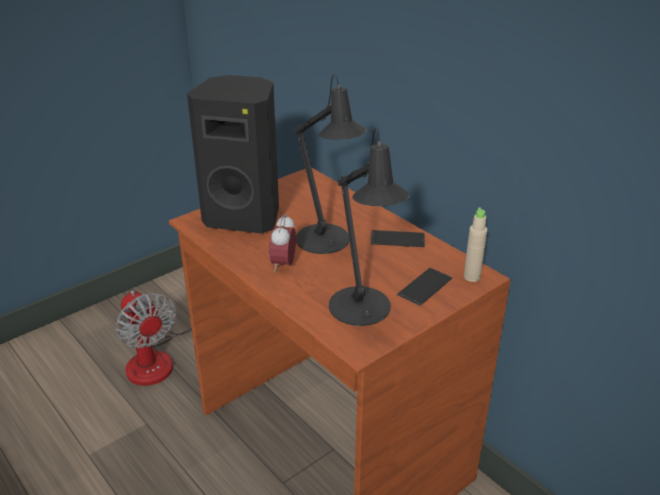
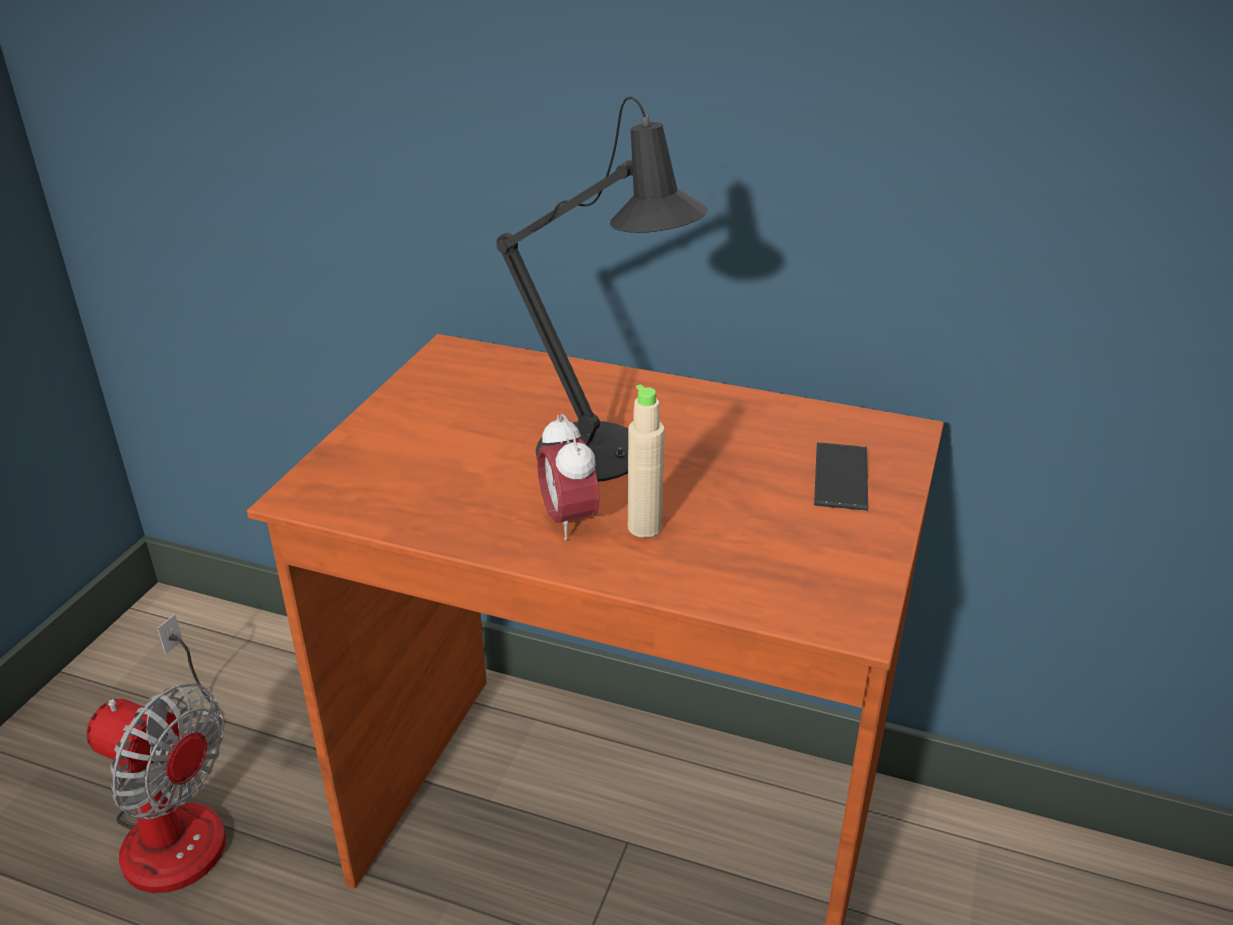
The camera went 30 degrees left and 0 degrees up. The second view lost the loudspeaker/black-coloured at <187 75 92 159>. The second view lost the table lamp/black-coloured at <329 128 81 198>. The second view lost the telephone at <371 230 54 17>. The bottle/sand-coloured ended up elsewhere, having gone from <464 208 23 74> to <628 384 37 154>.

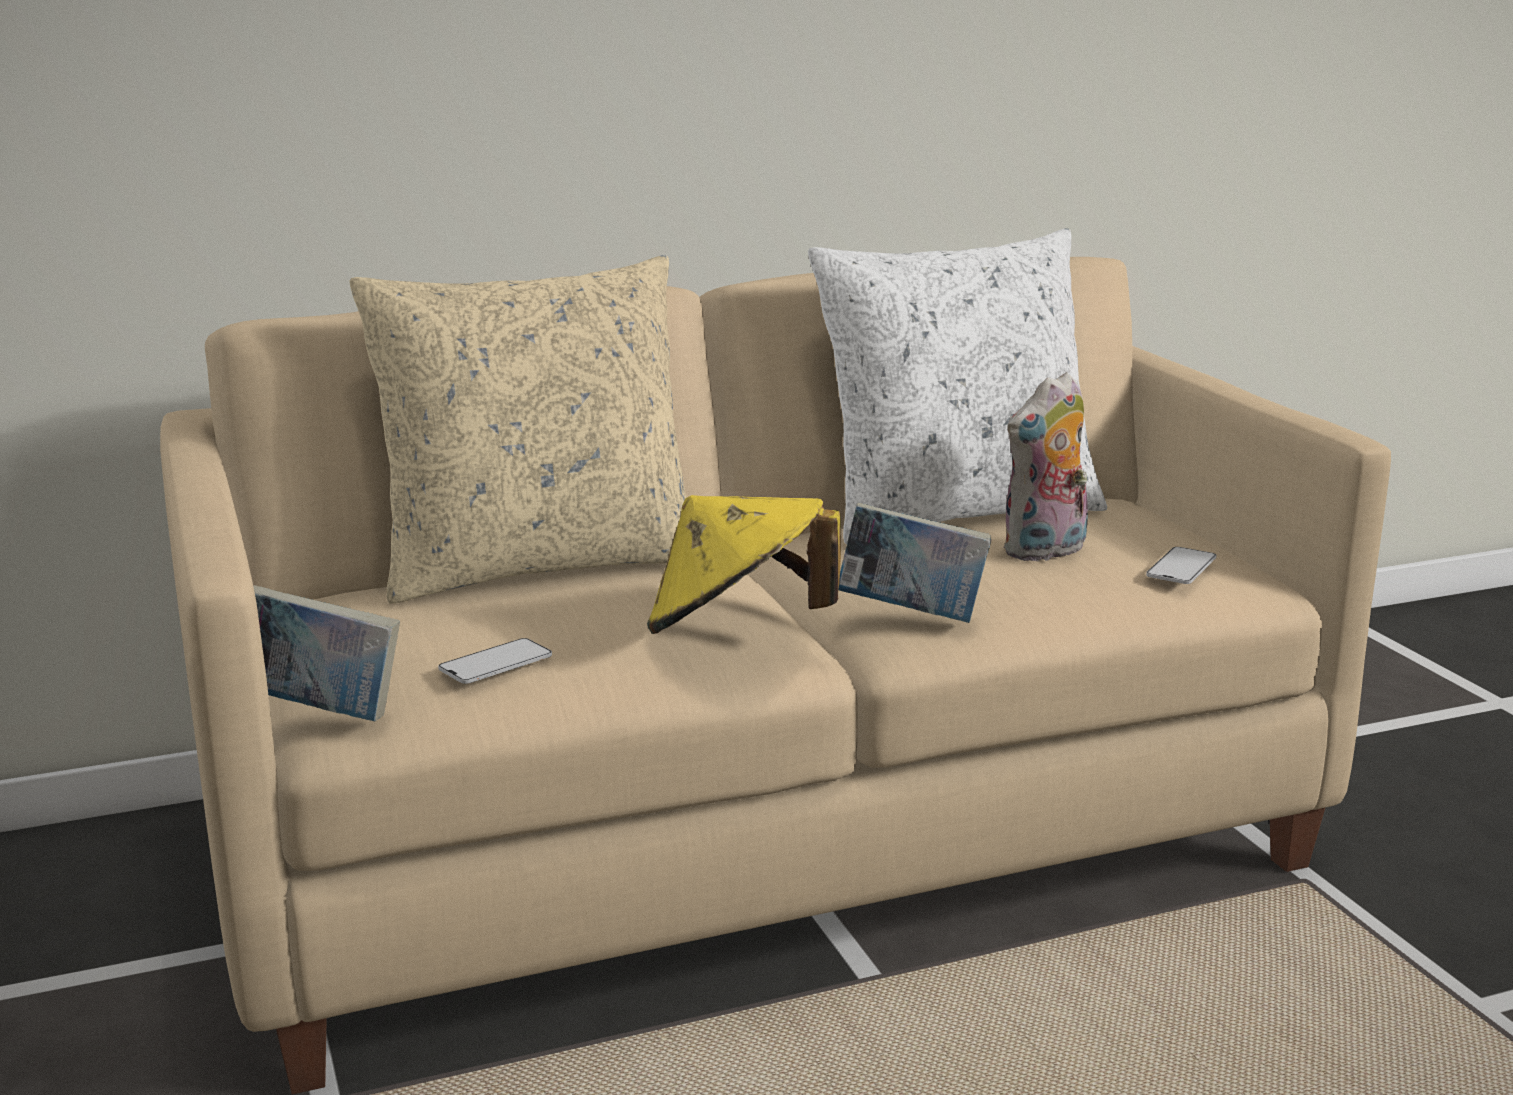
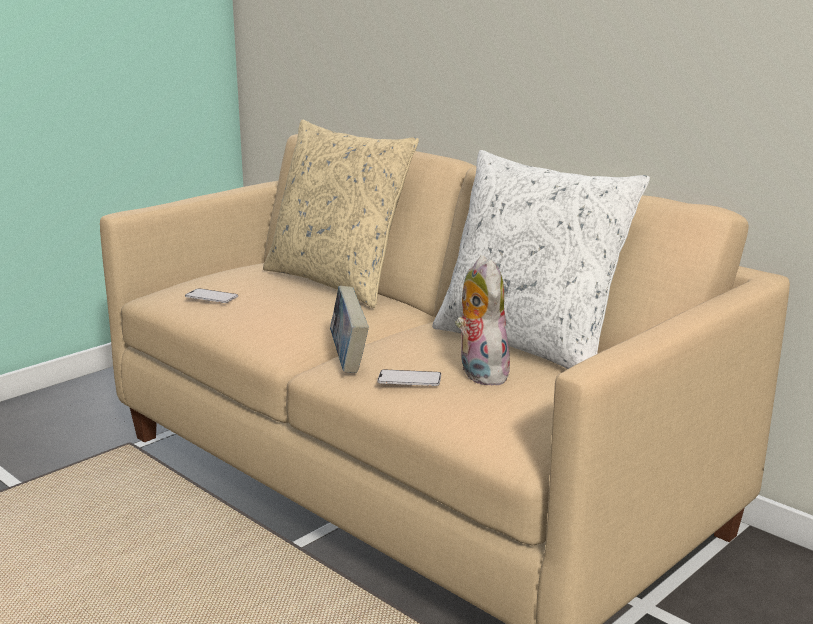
The camera went 65 degrees right and 0 degrees up. The second view lost the bound book at <253 585 147 136>. The second view lost the wearable hat/yellow-coloured at <647 495 194 139>. The telephone ended up elsewhere, having gone from <1146 547 70 37> to <377 370 64 16>. The cuddly toy at <1003 372 85 189> ended up facing another way, 45 degrees clockwise from before.

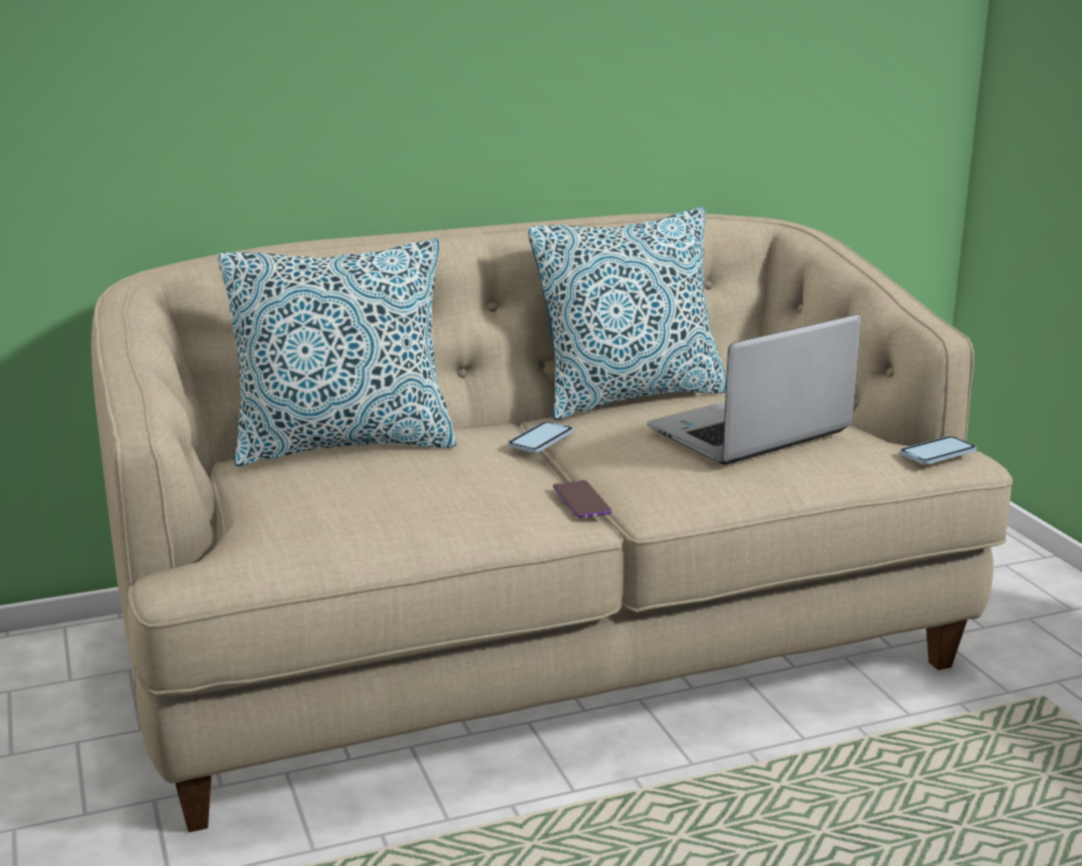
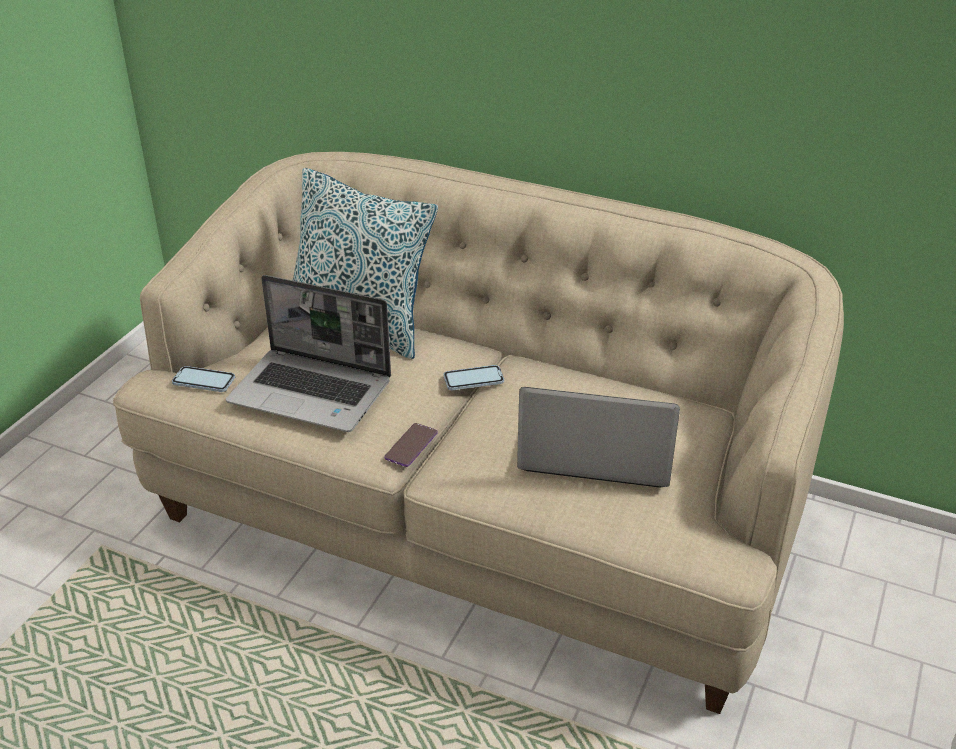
The camera went 45 degrees right and 15 degrees up. The second view lost the throw pillow at <528 207 199 213>. The second view gained the portable computer at <226 275 165 157>. The telephone ended up elsewhere, having gone from <900 436 77 28> to <172 366 63 26>.

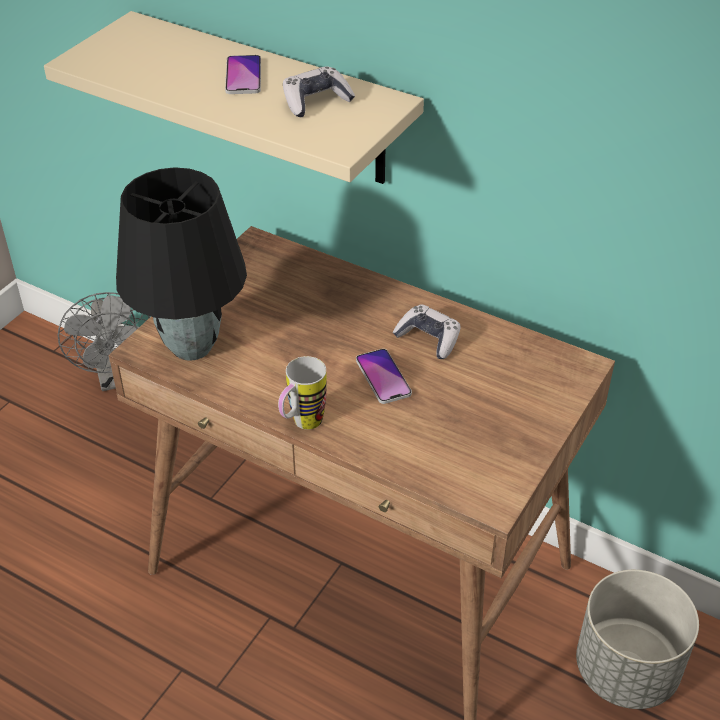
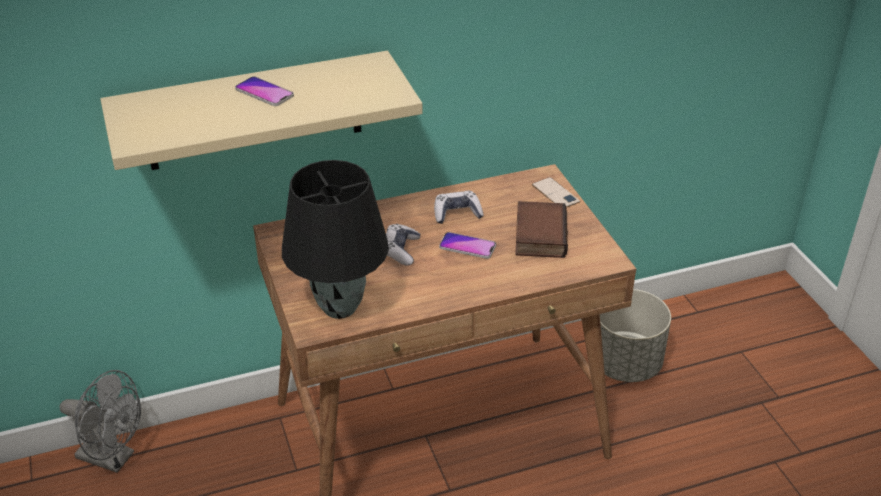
The camera went 50 degrees left and 5 degrees down. The second view lost the mug at <278 356 49 74>. The second view gained the bound book at <515 201 53 57>. The second view gained the telephone at <532 177 48 31>. The gamepad ended up elsewhere, having gone from <283 66 72 51> to <386 224 34 42>.

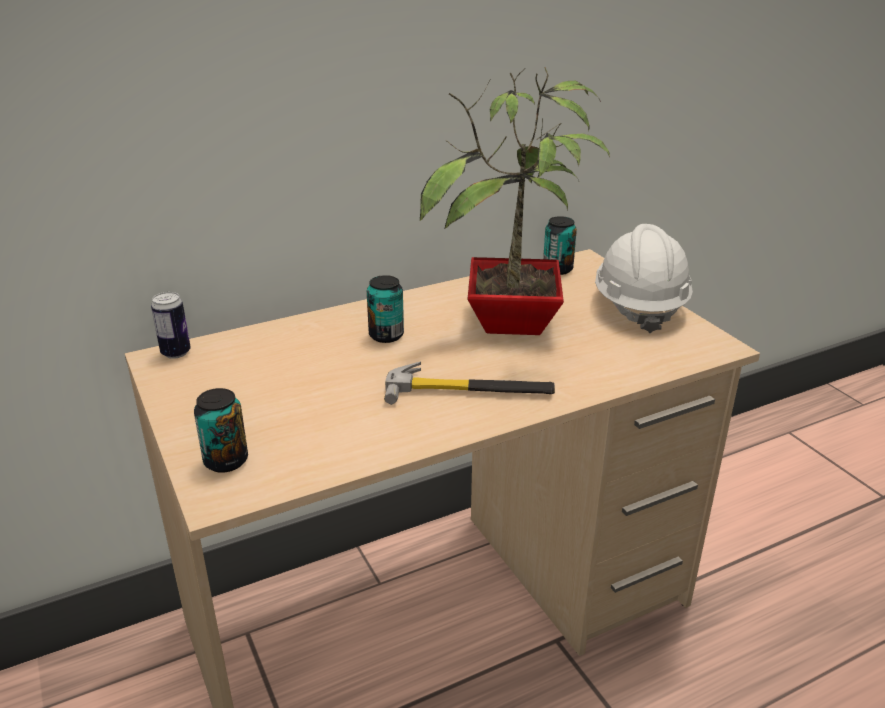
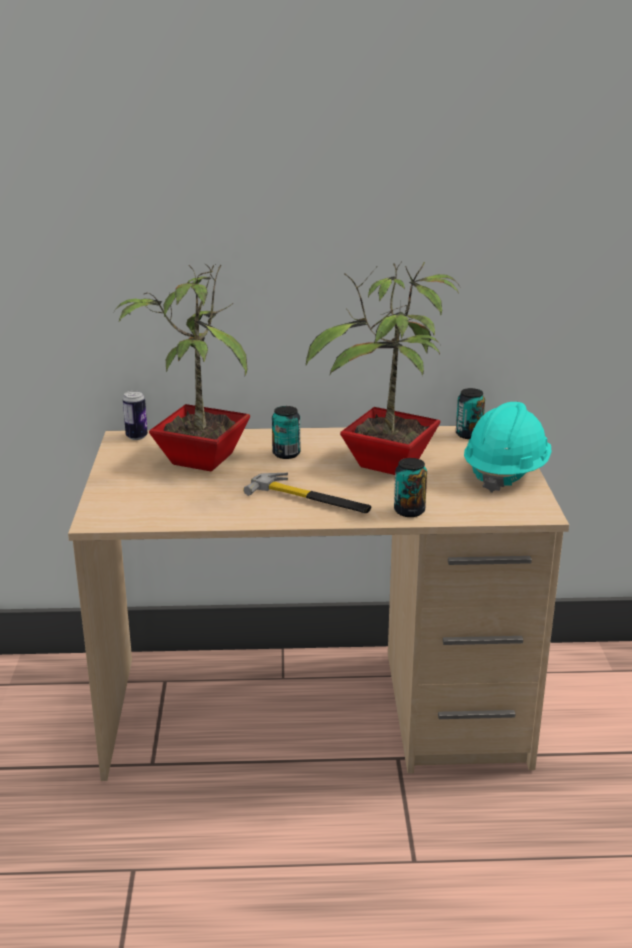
The camera went 25 degrees right and 5 degrees down. The second view gained the potted plant at <115 263 135 209>. The can ended up elsewhere, having gone from <194 388 54 85> to <394 458 33 59>. What was the safety helmet/white at <595 224 98 109> turned into the safety helmet/blue-green at <464 402 87 91>.

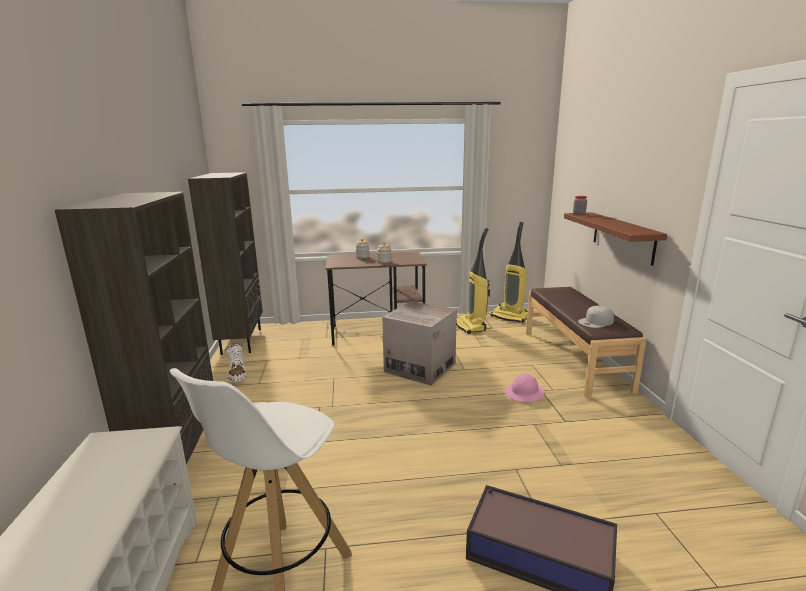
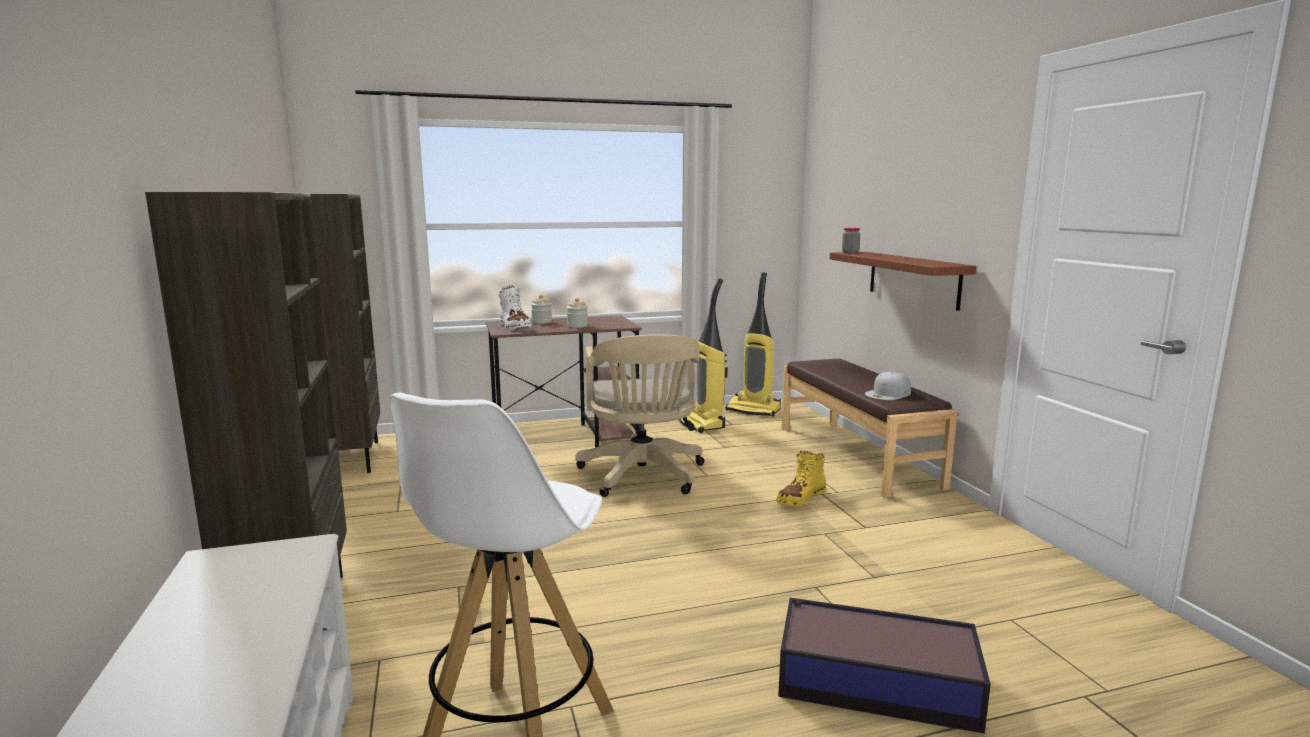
The camera went 10 degrees left and 5 degrees down. The high-top boot/white ended up elsewhere, having gone from <225 343 22 39> to <498 285 34 45>. Where the carton stood at <382 301 75 85>, the computer chair/sand-coloured came to stand at <575 334 130 163>. Where the safety helmet/pinkish stood at <505 374 40 28>, the high-top boot/yellow-coloured came to stand at <776 451 50 56>.

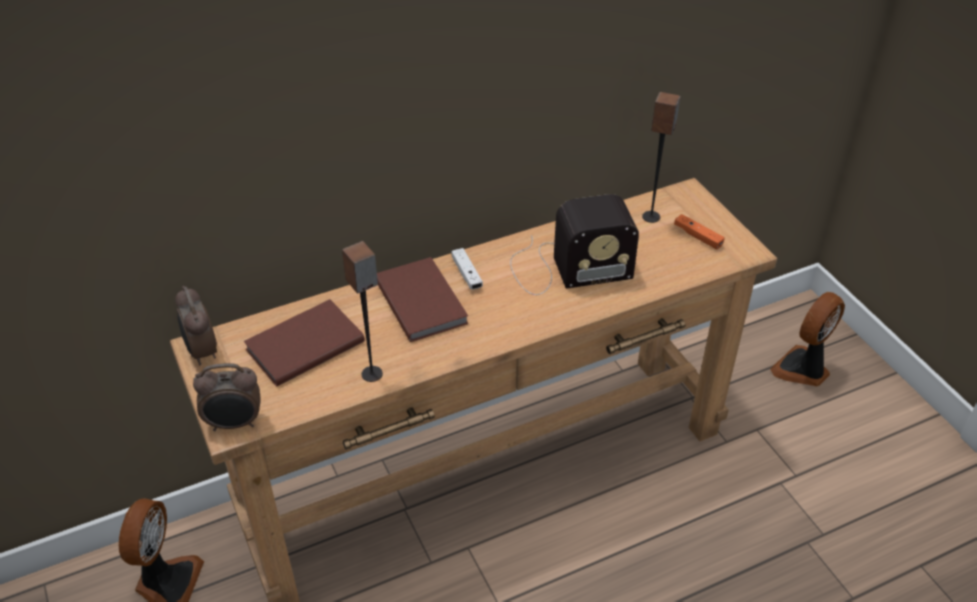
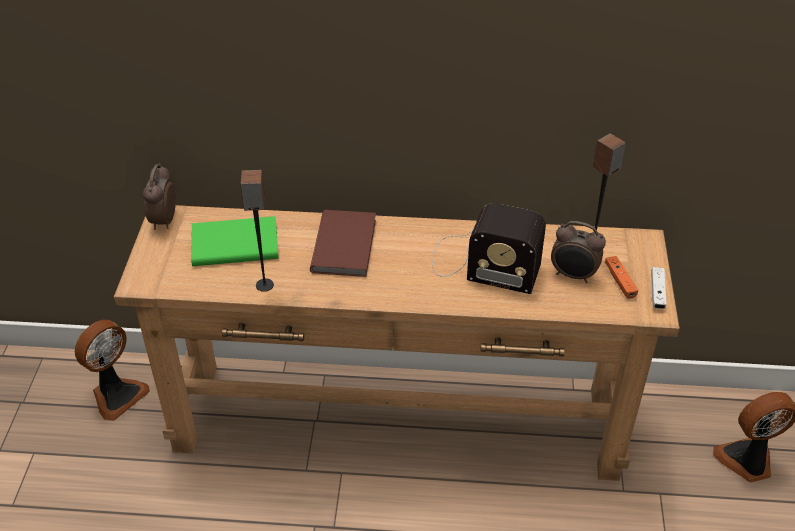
The camera went 30 degrees right and 0 degrees up. The table clock ended up elsewhere, having gone from <193 363 68 68> to <551 221 55 62>. The gamepad/white ended up elsewhere, having gone from <451 248 32 42> to <651 267 16 42>. What was the bound book/brownish at <244 299 121 88> turned into the bound book/green at <191 216 88 50>.

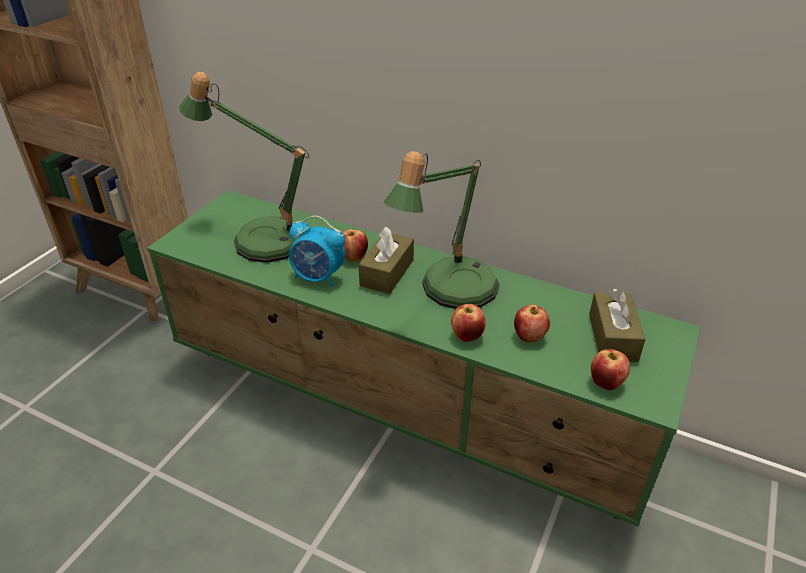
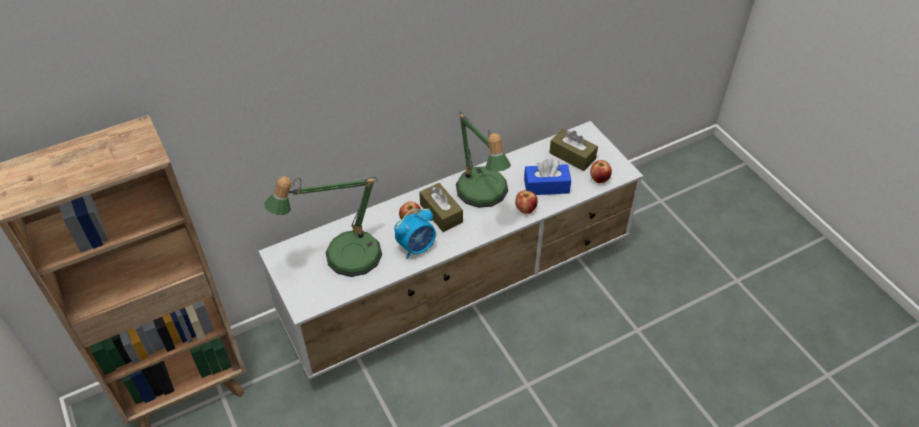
The camera went 55 degrees left and 10 degrees up. Where the apple stood at <514 305 36 37>, the tissue box/blue came to stand at <524 159 47 36>. What was the media console/green at <147 190 554 337> turned into the media console/white at <258 121 385 259>.

